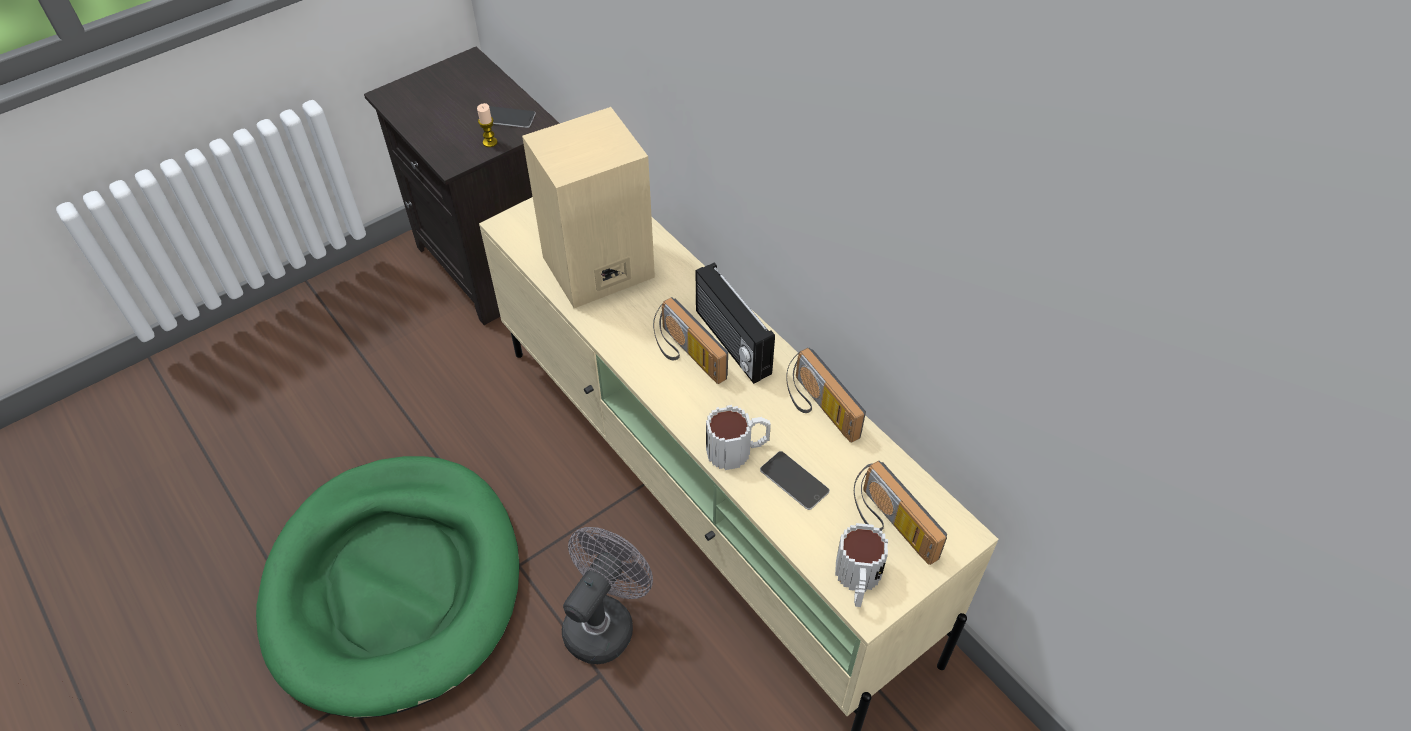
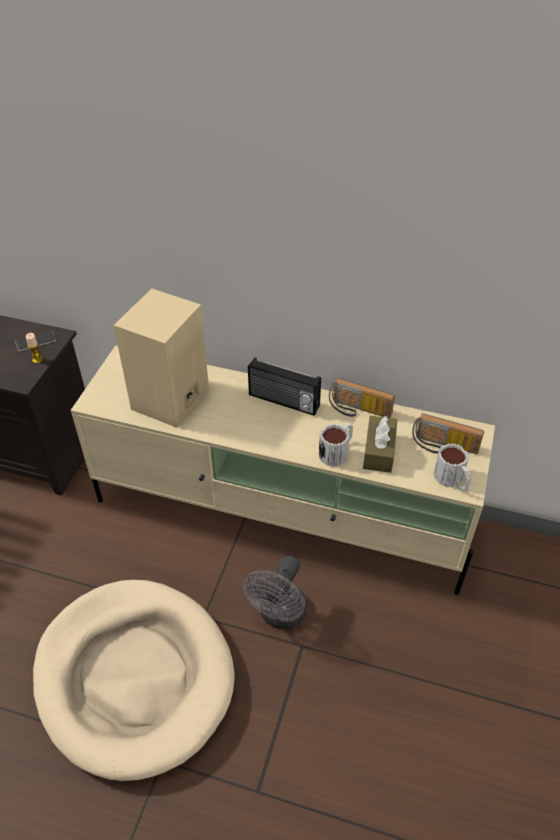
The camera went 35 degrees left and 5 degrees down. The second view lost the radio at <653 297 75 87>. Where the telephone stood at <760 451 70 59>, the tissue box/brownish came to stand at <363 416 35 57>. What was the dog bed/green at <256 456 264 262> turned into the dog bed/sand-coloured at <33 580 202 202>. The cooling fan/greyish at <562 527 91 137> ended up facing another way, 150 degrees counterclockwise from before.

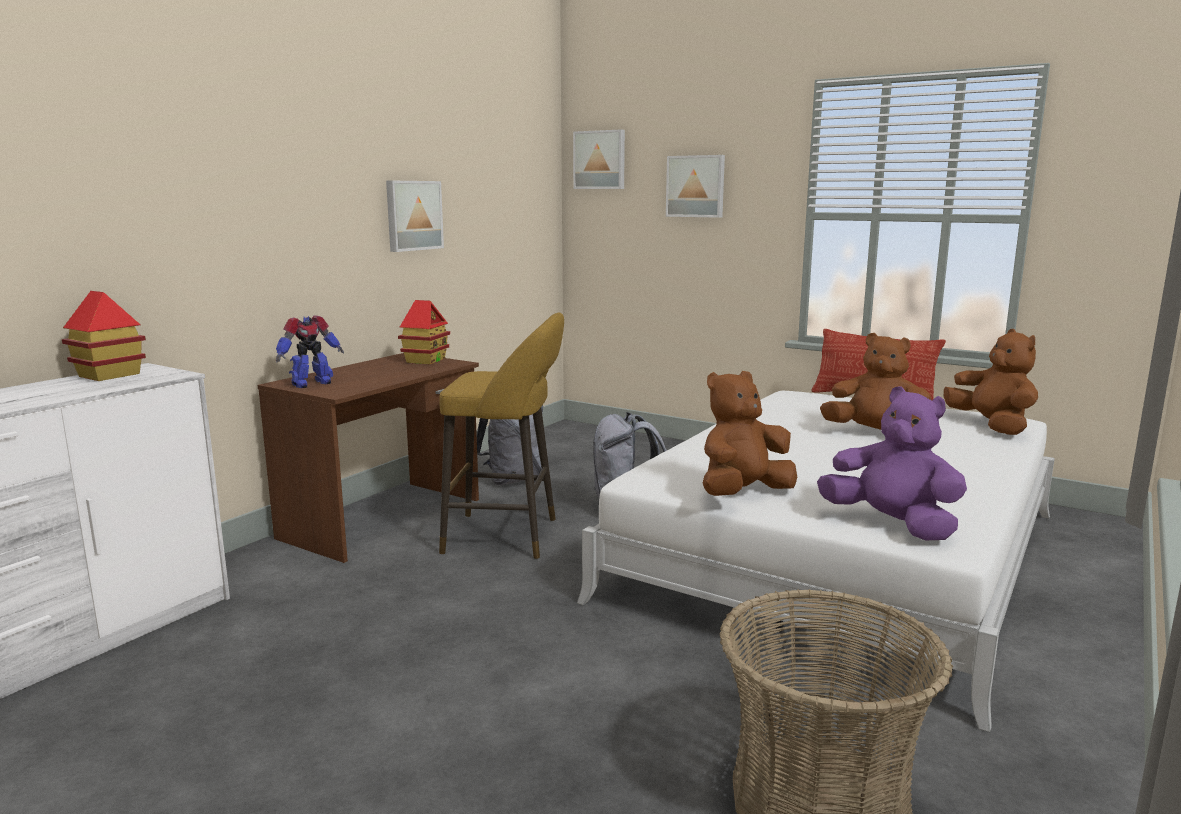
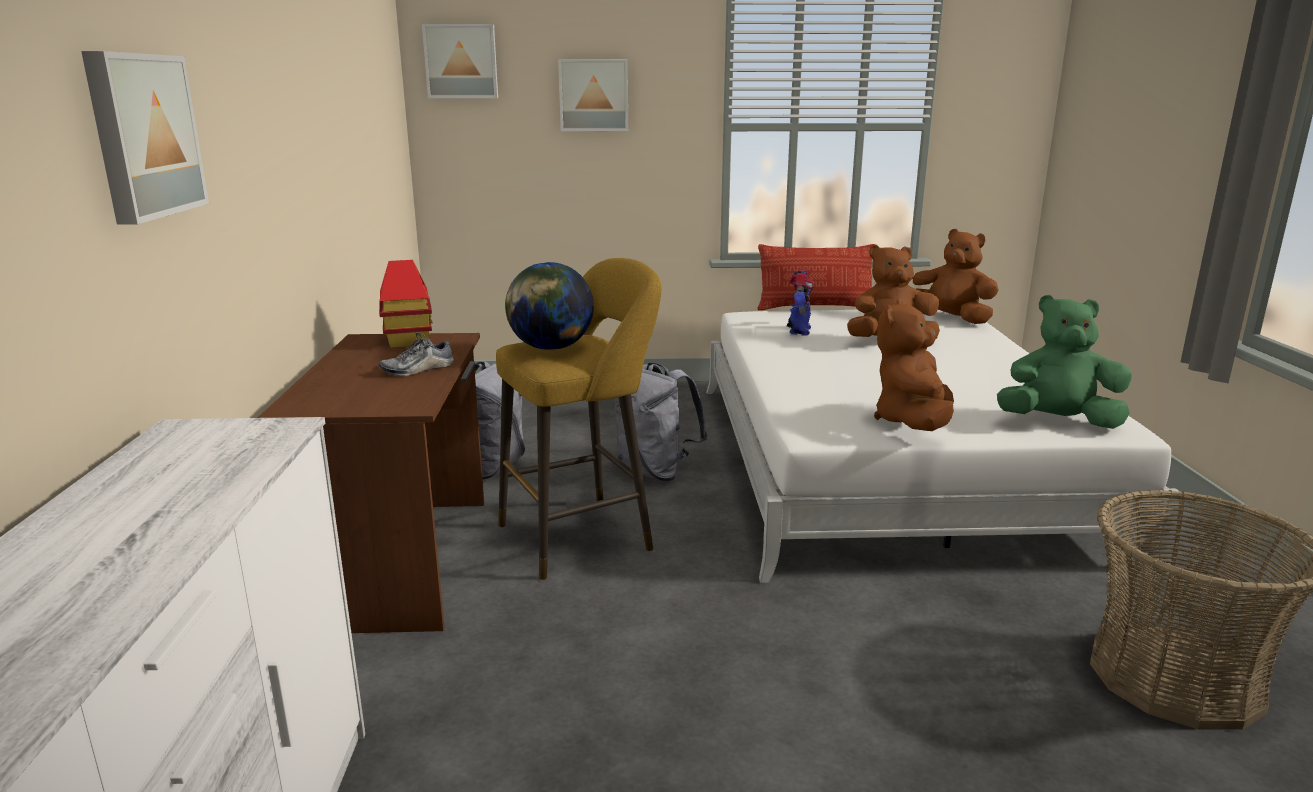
The camera went 35 degrees left and 5 degrees up. The second view lost the model house at <62 291 84 90>. The second view gained the shoe at <379 332 75 45>. The second view gained the world globe at <505 262 89 88>. The robot figure ended up elsewhere, having gone from <276 315 68 73> to <787 269 27 66>. The picture ended up elsewhere, having gone from <386 181 58 71> to <81 51 128 174>. What was the cuddly toy/purple at <817 386 150 154> turned into the cuddly toy/green at <997 295 134 134>.

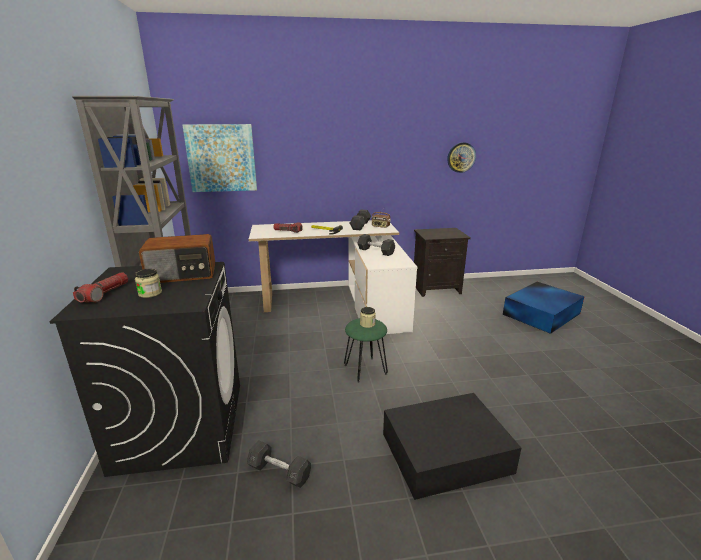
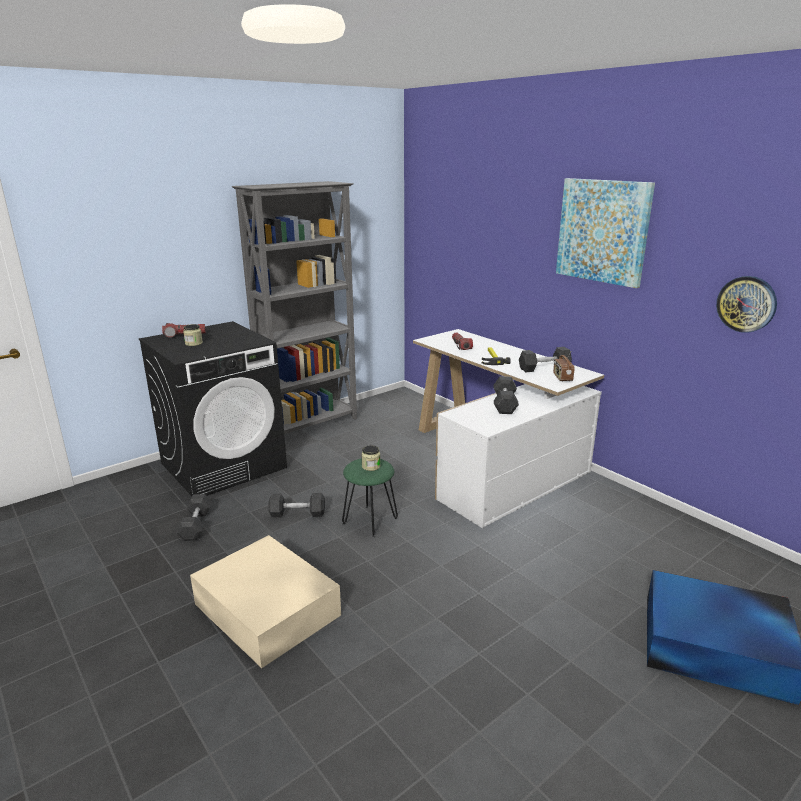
The camera went 60 degrees right and 0 degrees up. The second view lost the radio at <139 234 76 49>. The second view lost the nightstand/black-coloured at <414 228 57 69>. The second view gained the dumbbell/greyish at <268 493 57 25>. The picture ended up elsewhere, having gone from <183 124 74 68> to <556 178 99 110>. What was the storage box/black-coloured at <383 393 138 107> turned into the storage box/sand-coloured at <190 535 151 133>.

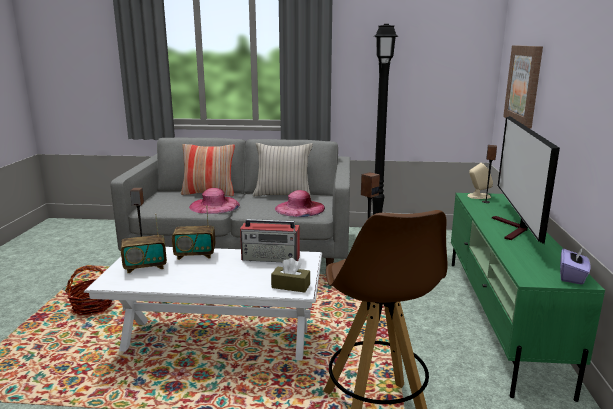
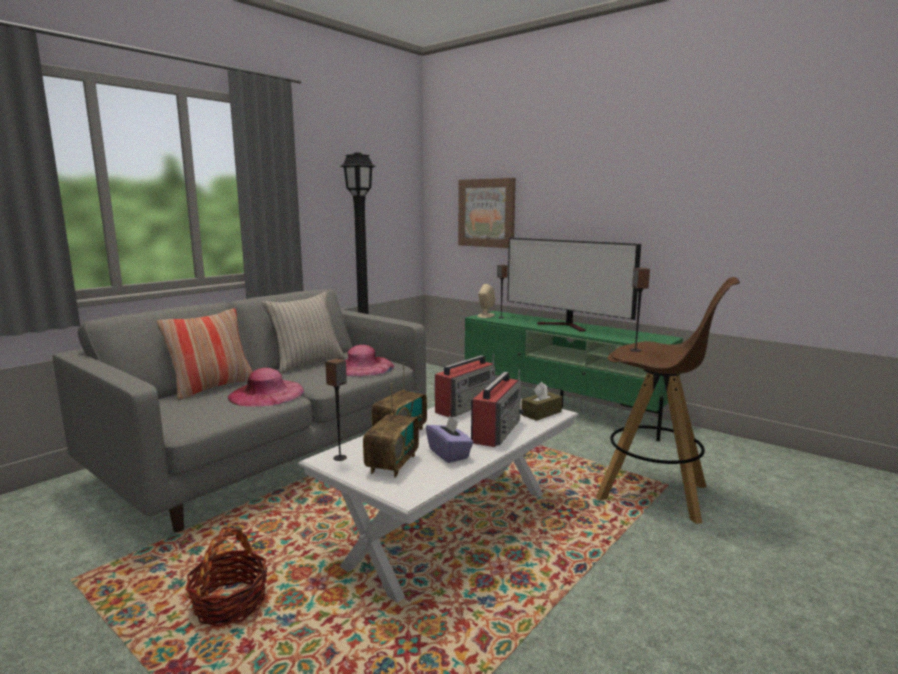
The camera went 55 degrees left and 5 degrees down. The second view gained the radio at <471 369 53 78>. The tissue box/purple ended up elsewhere, having gone from <560 248 30 37> to <426 415 47 48>.

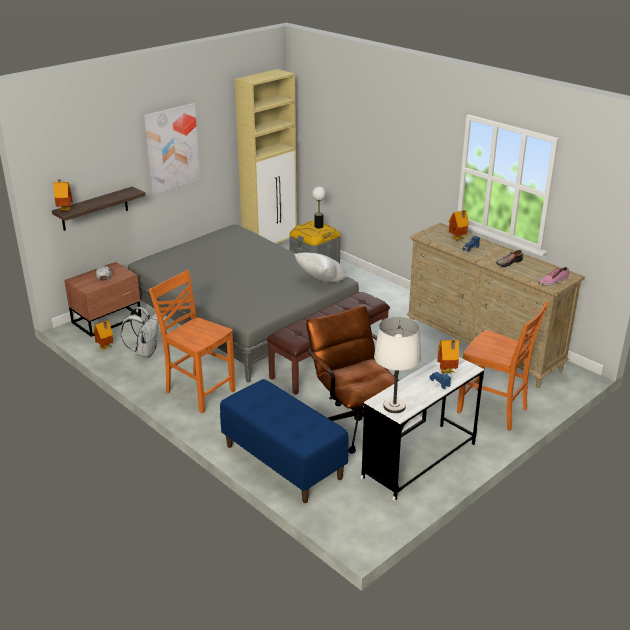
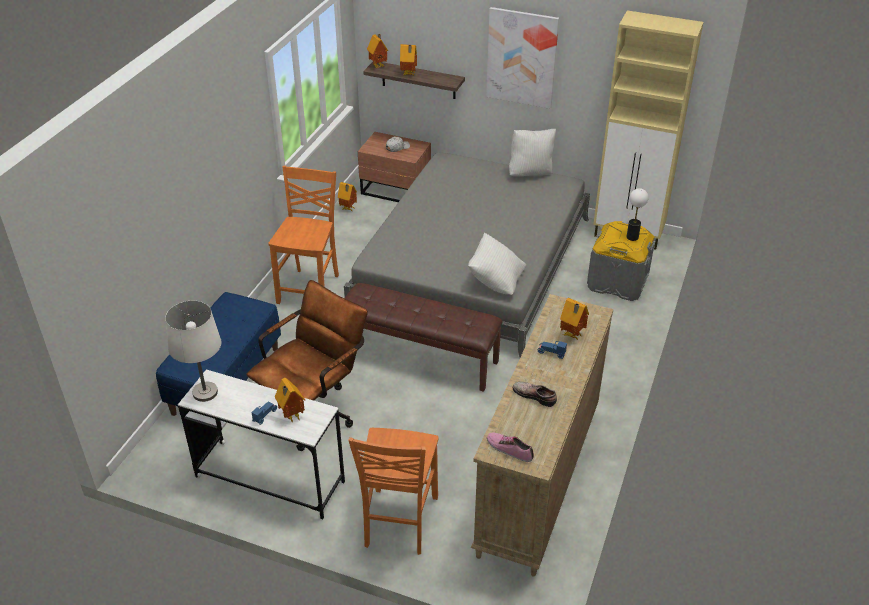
The camera went 65 degrees right and 10 degrees up. The second view lost the backpack/white at <121 307 38 51>. The second view gained the model house at <400 44 17 32>. The second view gained the throw pillow/white at <509 129 47 47>.

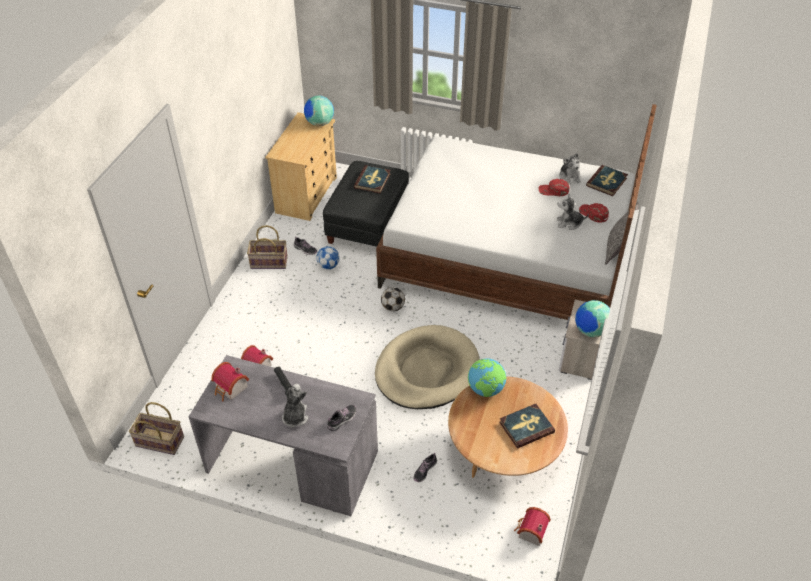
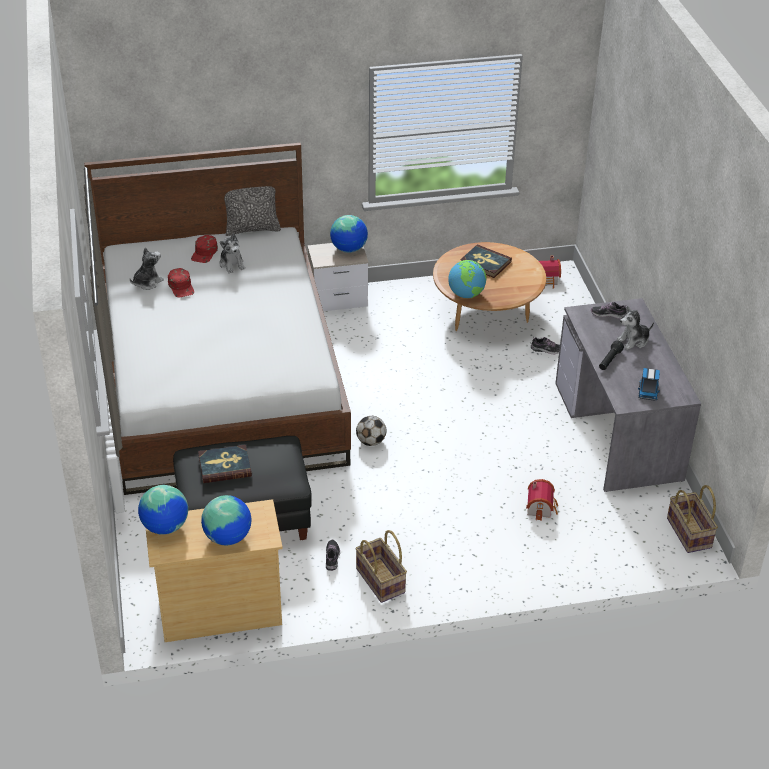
The camera went 120 degrees left and 5 degrees down. The second view lost the football ball at <316 246 24 23>. The second view lost the dog bed/sand-coloured at <375 325 105 84>. The second view lost the bound book at <586 165 42 31>. The second view gained the world globe at <201 495 50 50>. Where the model house stood at <211 362 38 39>, the model truck came to stand at <638 368 22 32>.

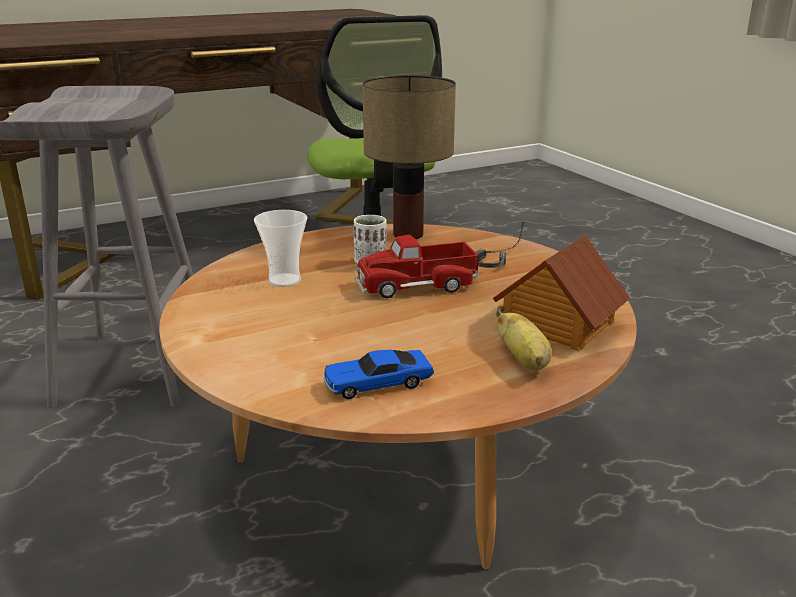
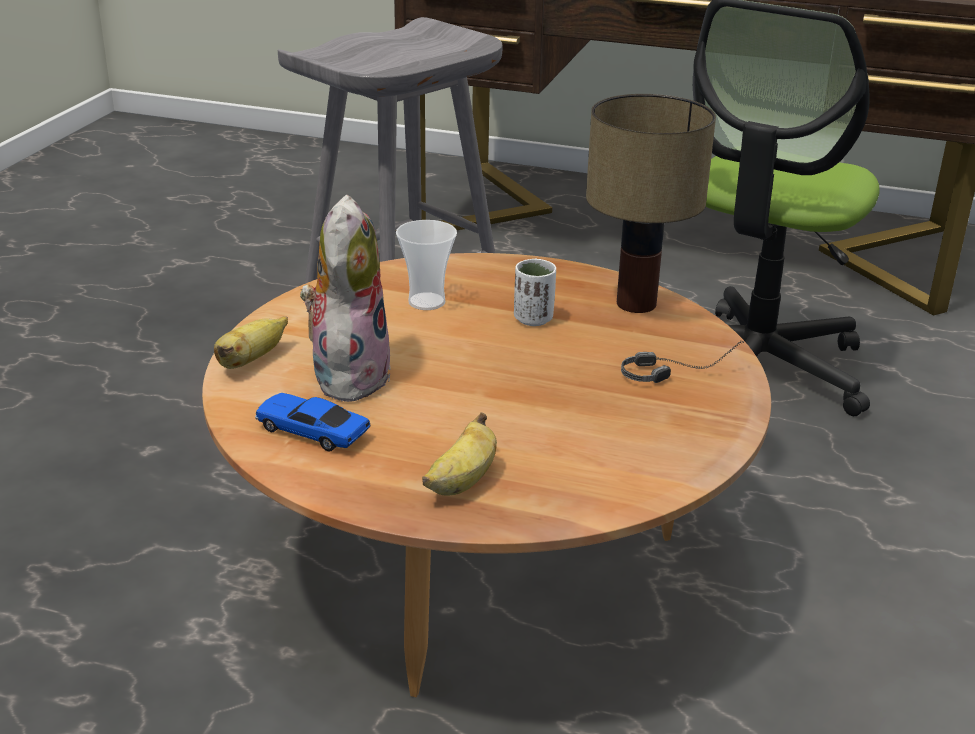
The camera went 45 degrees right and 5 degrees up. The second view lost the model truck at <354 234 125 64>. The second view lost the model house at <493 235 137 116>. The second view gained the banana at <214 316 74 53>. The second view gained the cuddly toy at <300 194 90 209>.

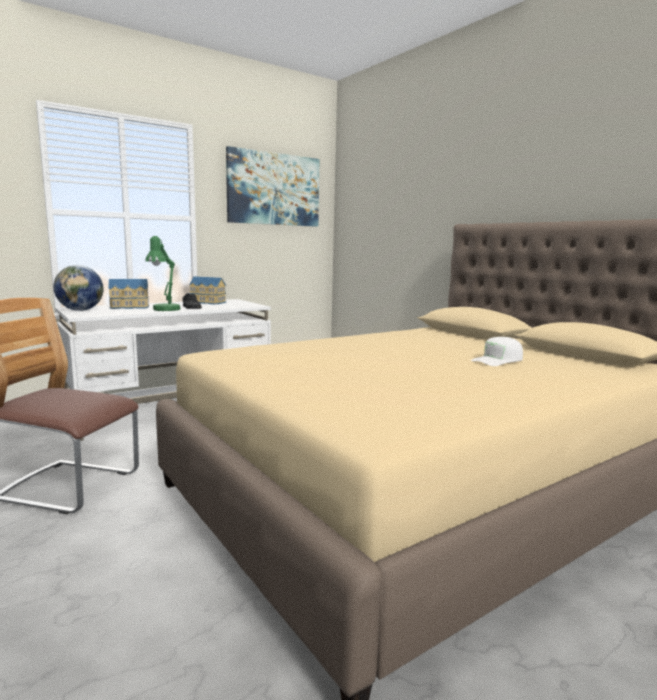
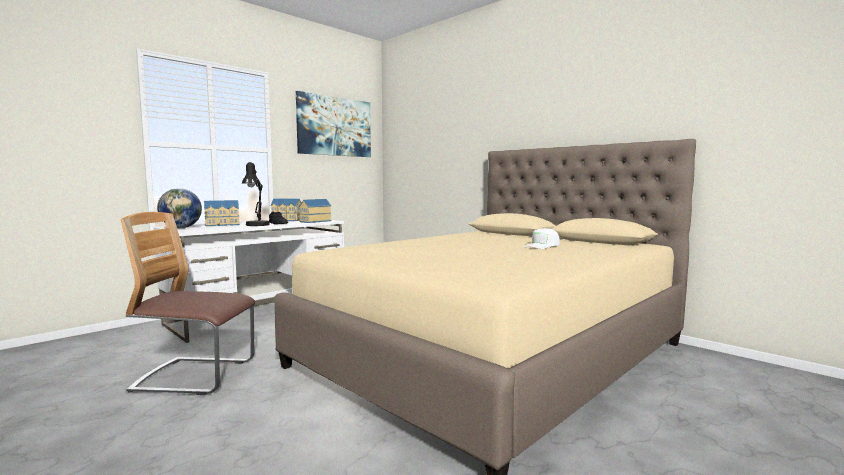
The camera went 10 degrees left and 5 degrees down. The second view gained the model house at <299 199 32 24>. What was the table lamp/green at <145 236 35 75> turned into the table lamp/black-coloured at <242 162 28 64>.

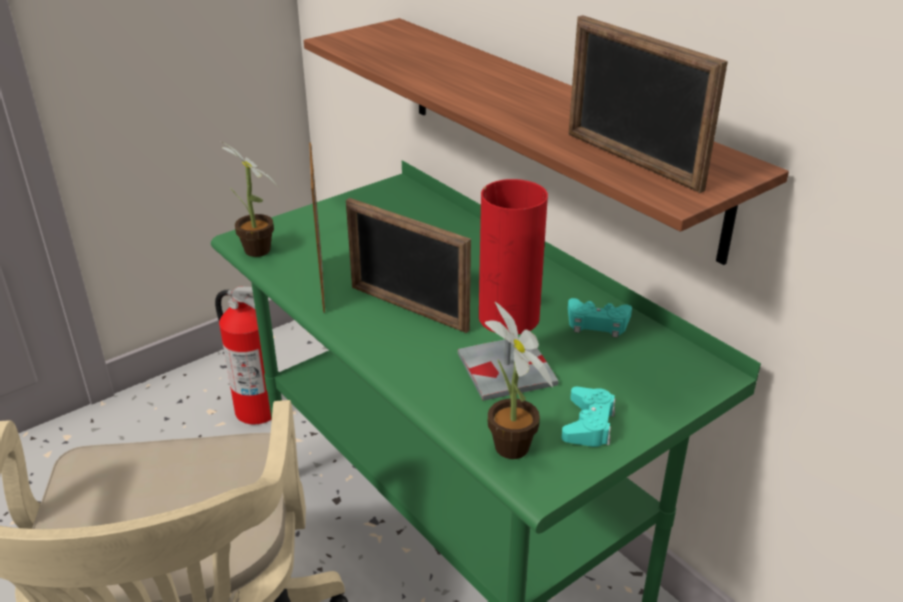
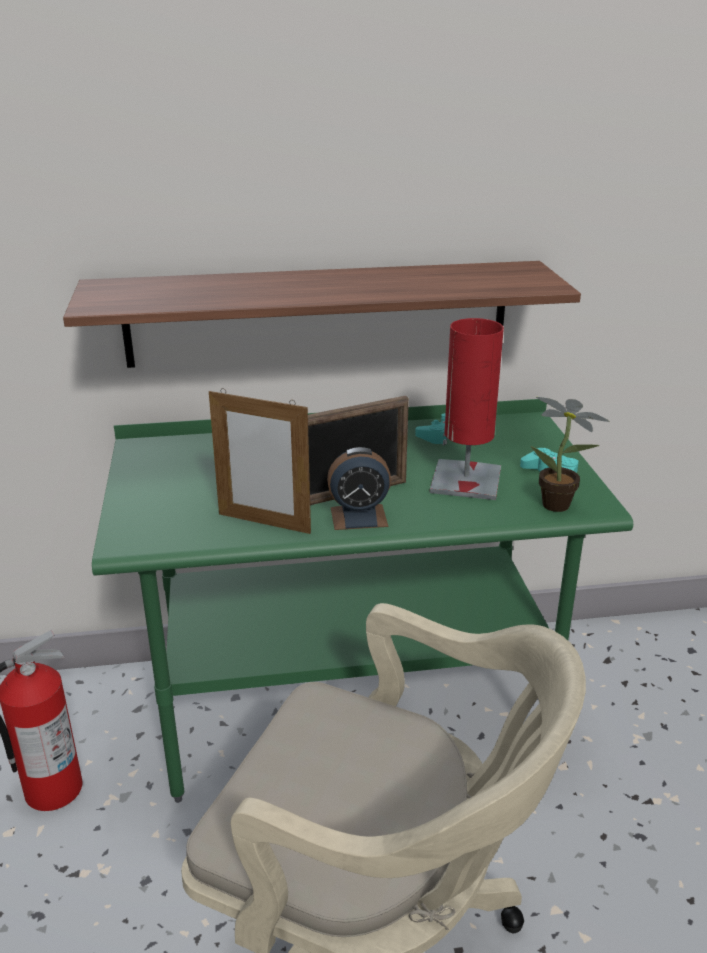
The camera went 60 degrees left and 5 degrees down. The second view lost the potted plant at <219 140 58 117>. The second view lost the standing frame at <568 15 160 178>. The second view gained the table clock at <327 447 64 83>.

